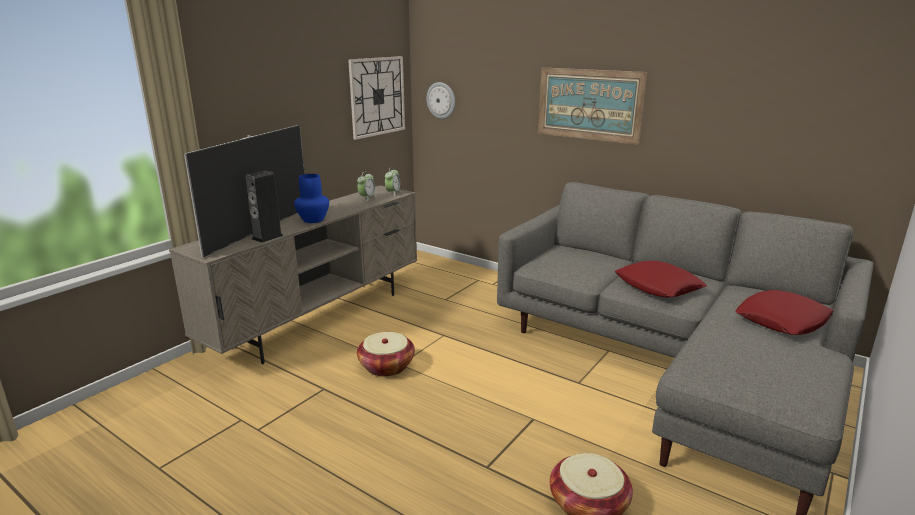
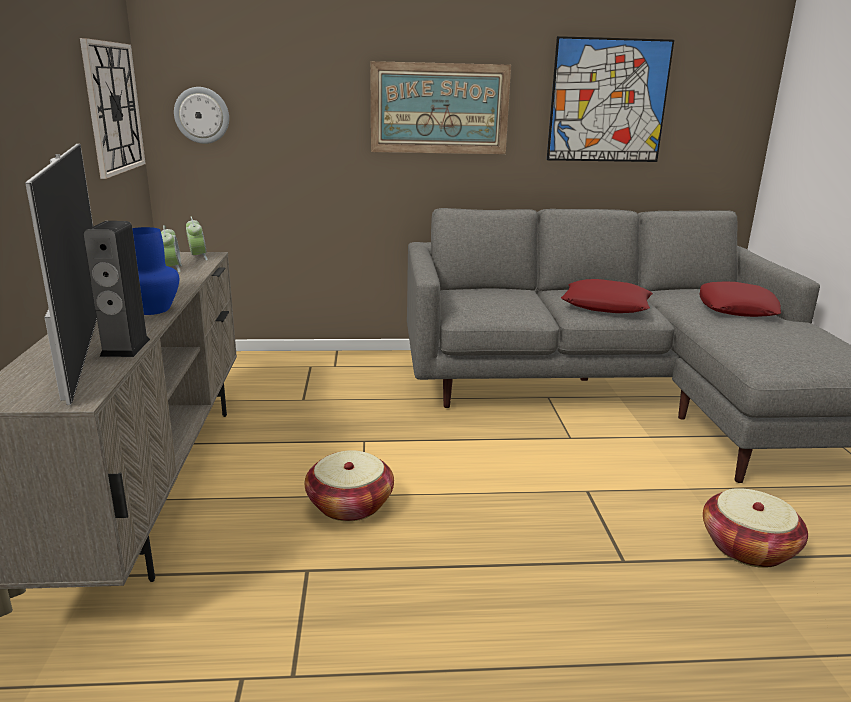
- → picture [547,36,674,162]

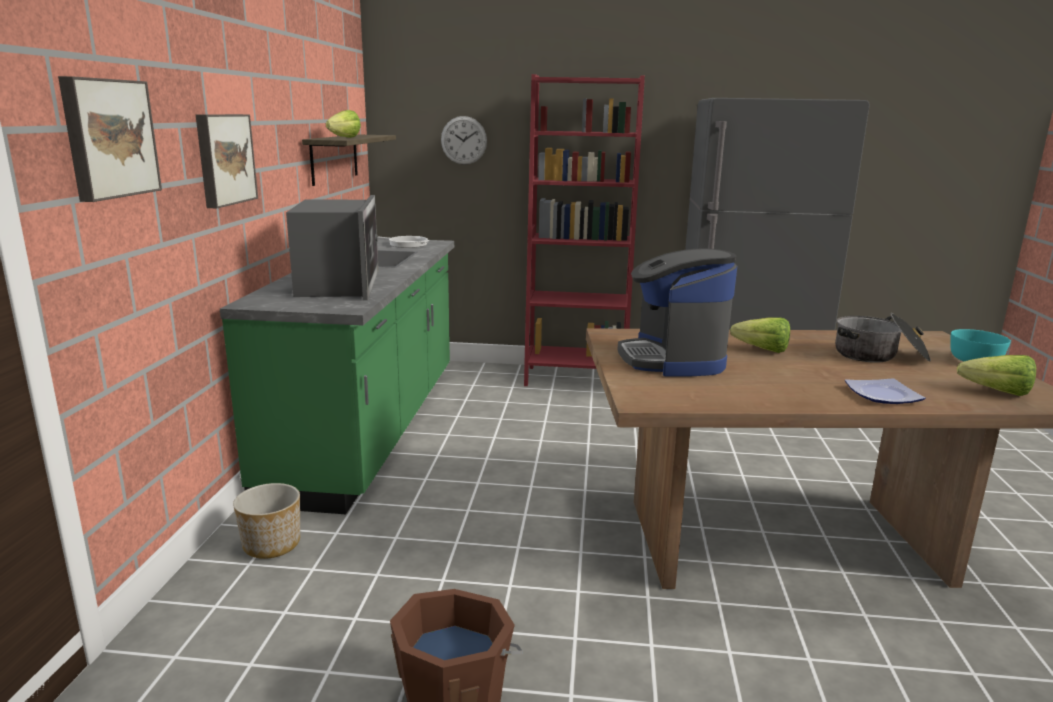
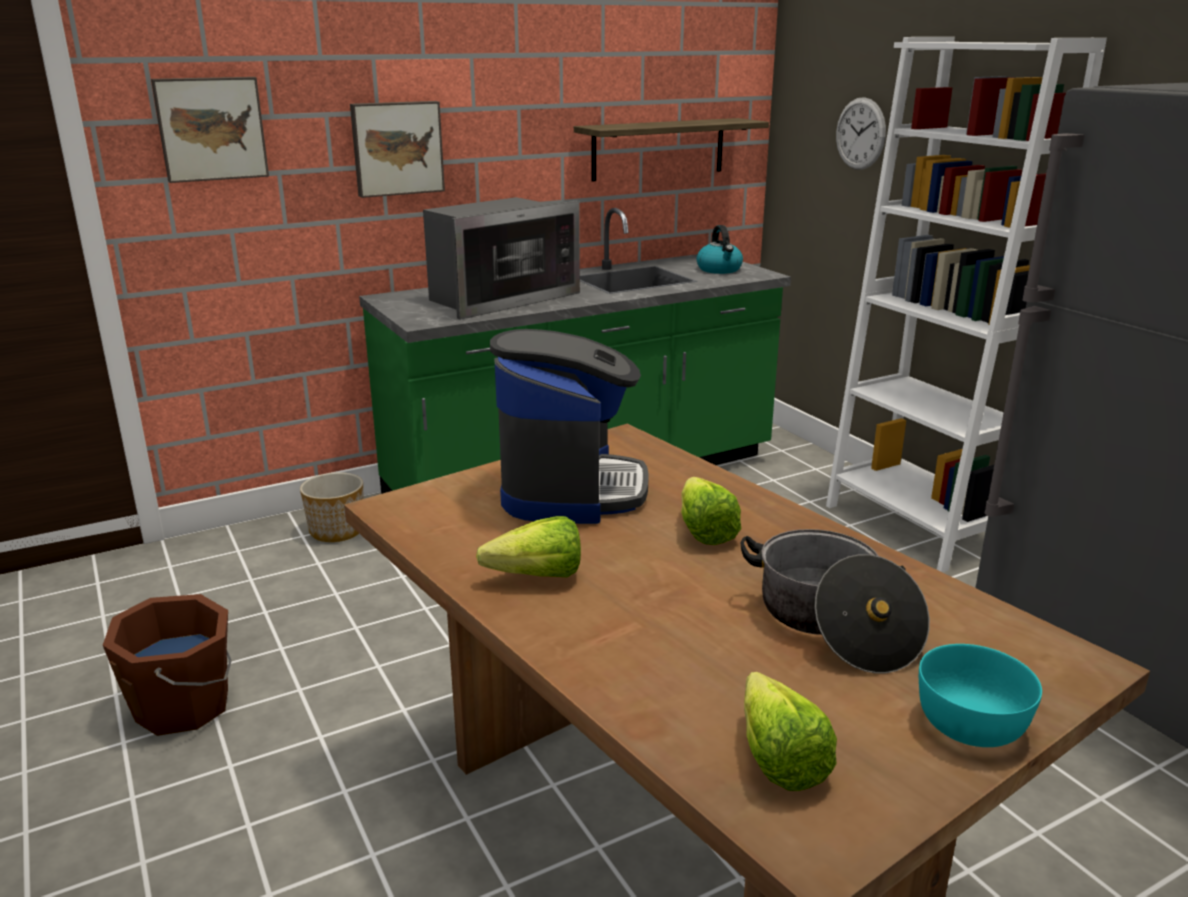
plate [845,378,926,404] → -
lettuce [326,110,361,138] → lettuce [476,516,581,577], move
pan [378,236,429,248] → water kettle [697,225,743,274]
shelving unit/reddish [524,74,645,386] → shelving unit/white-coloured [826,37,1107,572]
coffee maker [617,248,737,377] → coffee maker [490,329,648,524], 135 degrees clockwise

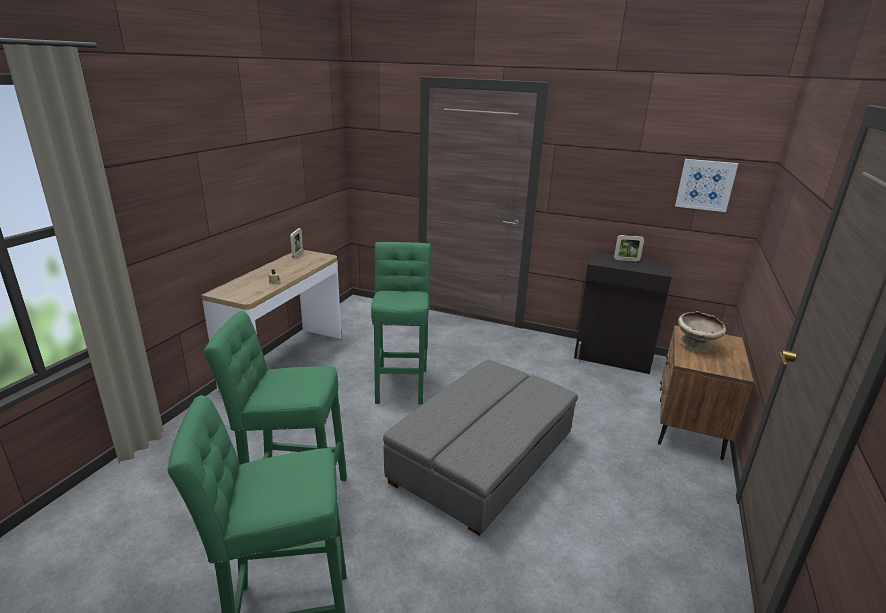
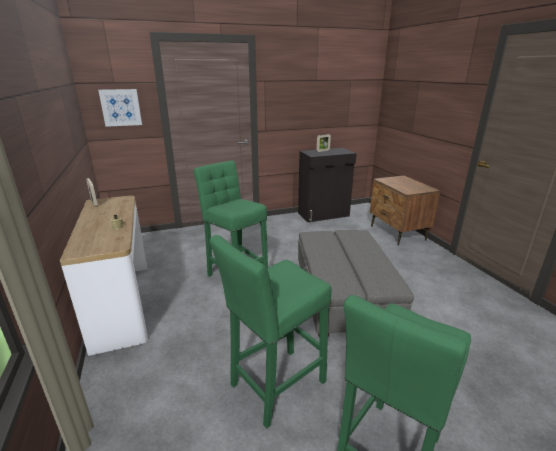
bowl/sand-coloured [678,311,726,353] → -
picture [675,159,738,212] → picture [98,89,142,127], move

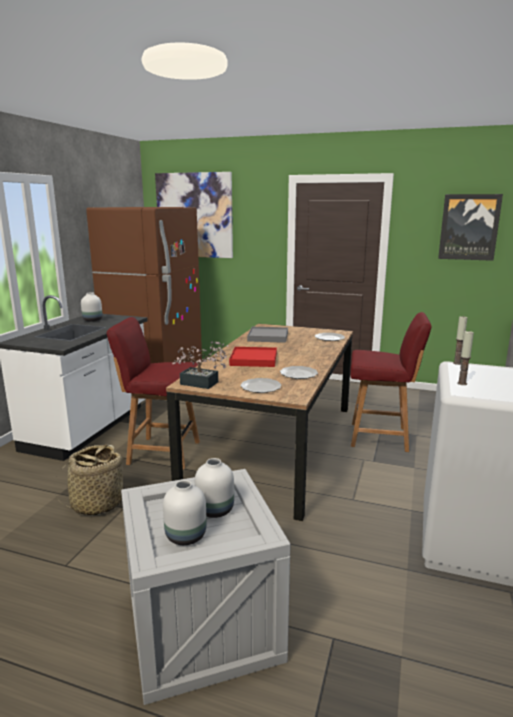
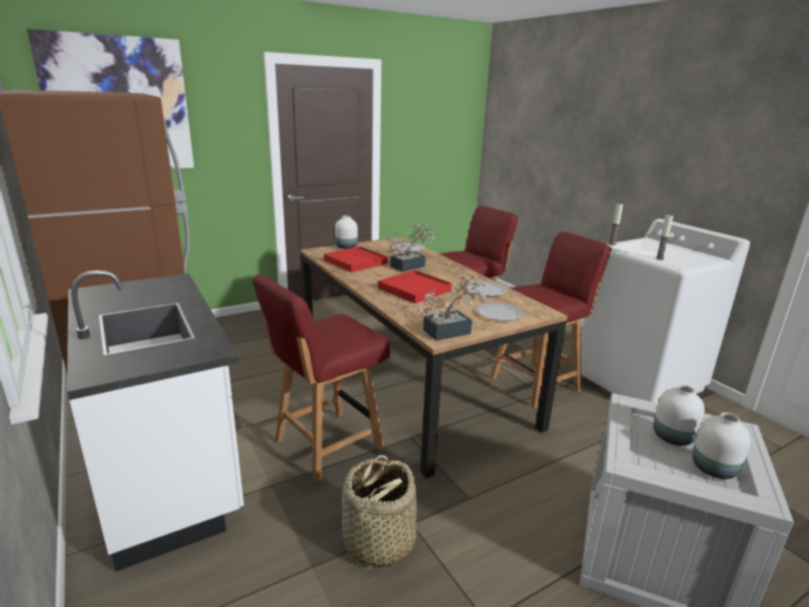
picture [438,194,503,261] → -
- → houseplant [388,223,435,272]
- → upright chair/reddish [490,232,611,408]
decorative vase/white-coloured [81,293,102,322] → decorative vase/white-coloured [335,216,358,249], move
tray/grey [247,327,288,343] → tray/reddish [324,246,388,272]

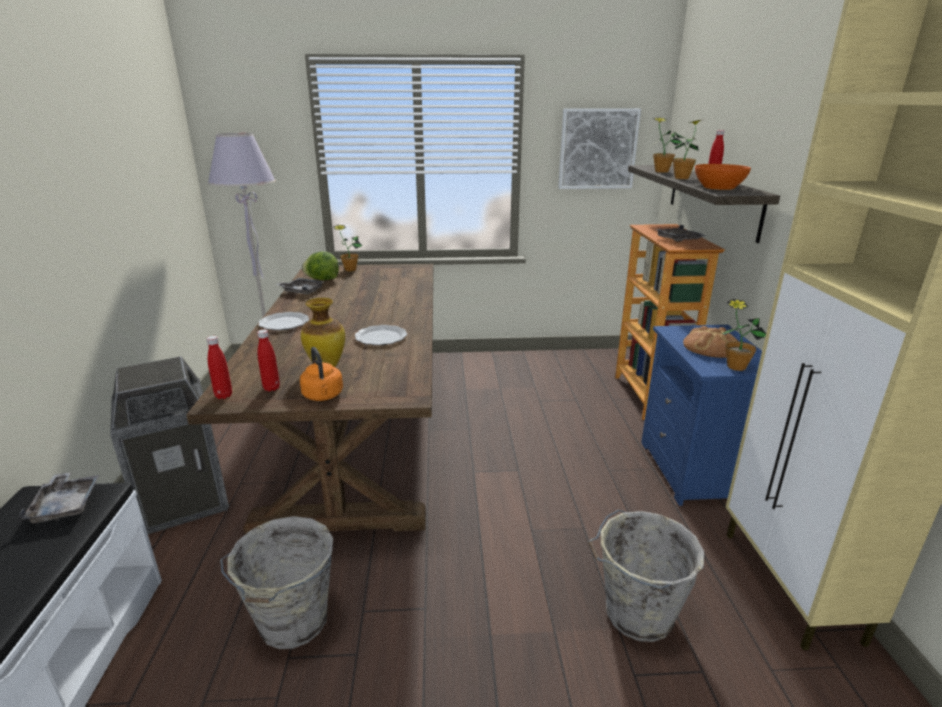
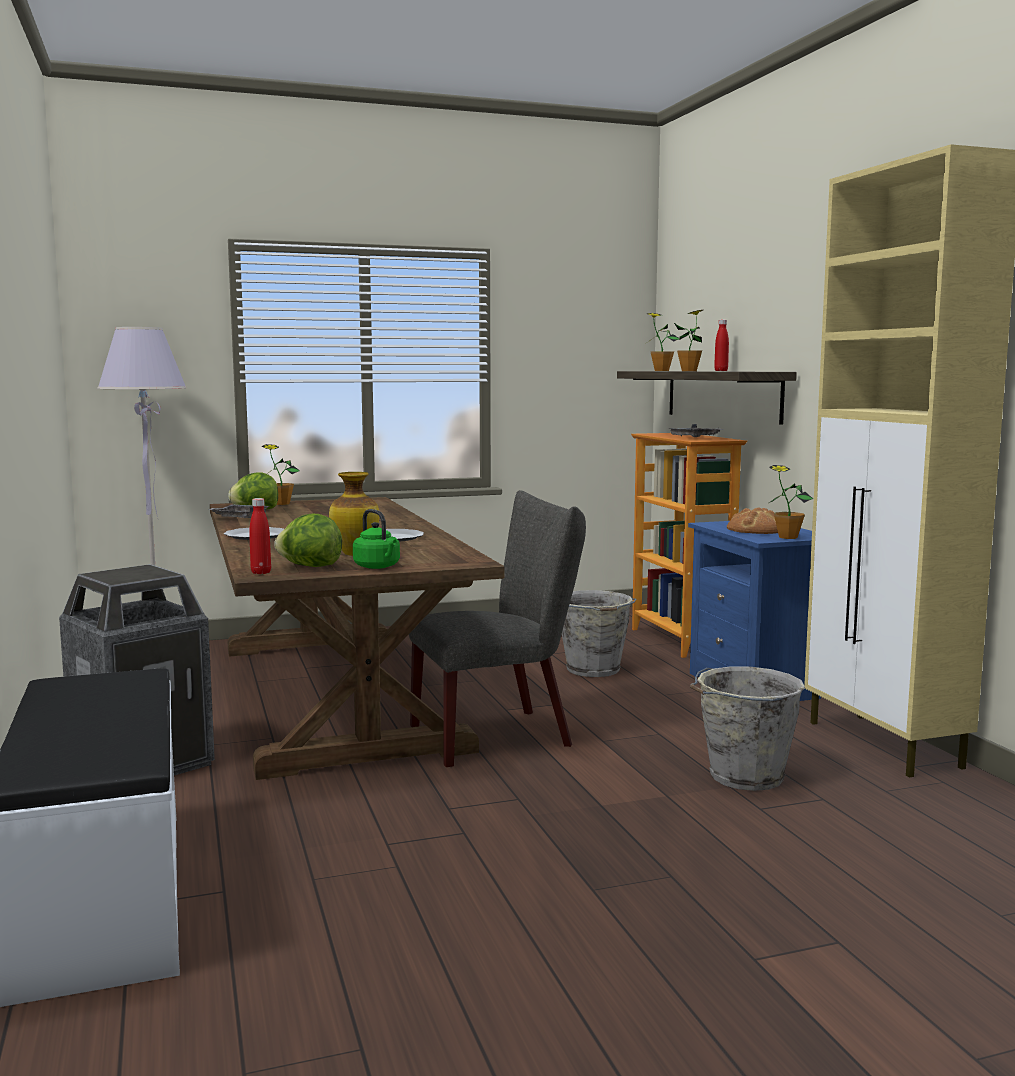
tray/grey [19,472,99,523] → -
picture [558,108,641,189] → -
bowl/orange-coloured [695,164,751,190] → -
- → upright chair/grey [409,490,586,767]
bucket/grey [220,516,333,649] → bucket/grey [562,590,637,677], move
beverage bottle/reddish [257,330,280,392] → lettuce [274,513,342,567]
water kettle/orange-coloured [300,347,343,401] → water kettle/greenish [353,509,400,569]

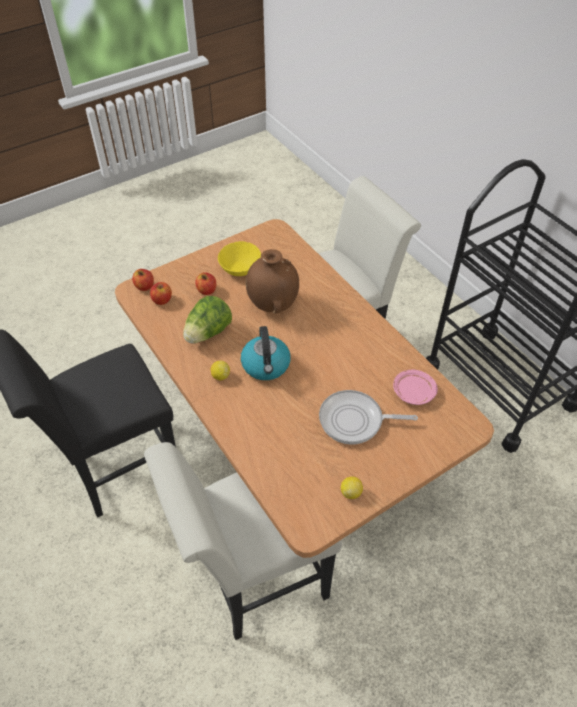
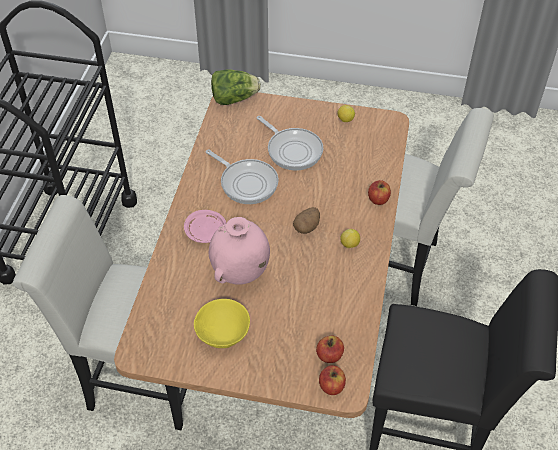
- → pan [206,149,278,204]
lettuce [183,296,232,343] → lettuce [211,69,261,105], move
apple [195,272,216,295] → apple [368,180,391,205], move
plate/pink-coloured [393,370,438,405] → plate/pink-coloured [184,210,226,243], move
water kettle [241,326,291,380] → whole potato [293,207,320,234]
decorative vase/brown [246,249,299,313] → decorative vase/pink-coloured [209,217,270,285]

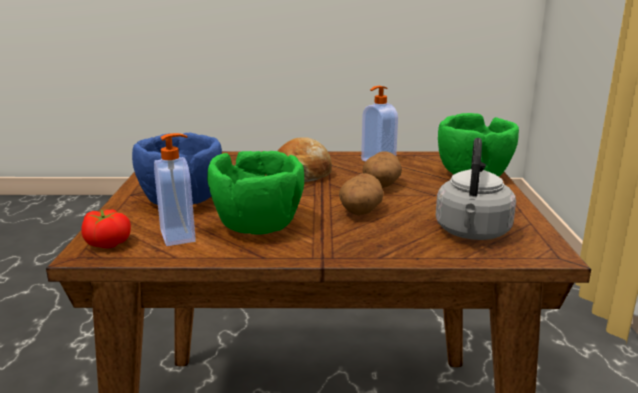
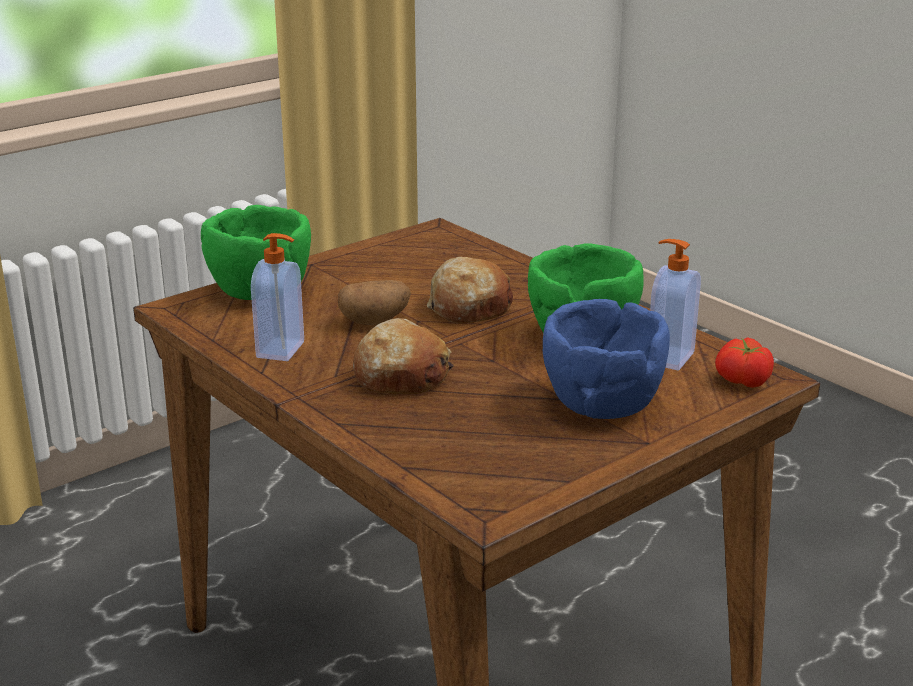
water kettle/grey [436,138,516,240] → -
whole potato [339,173,384,216] → bread [427,257,513,323]

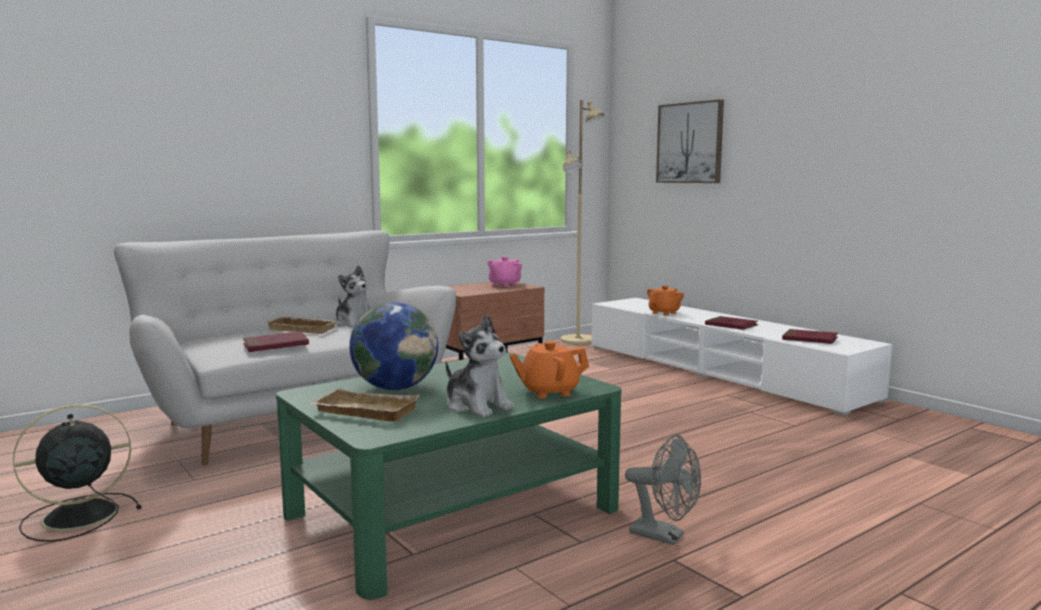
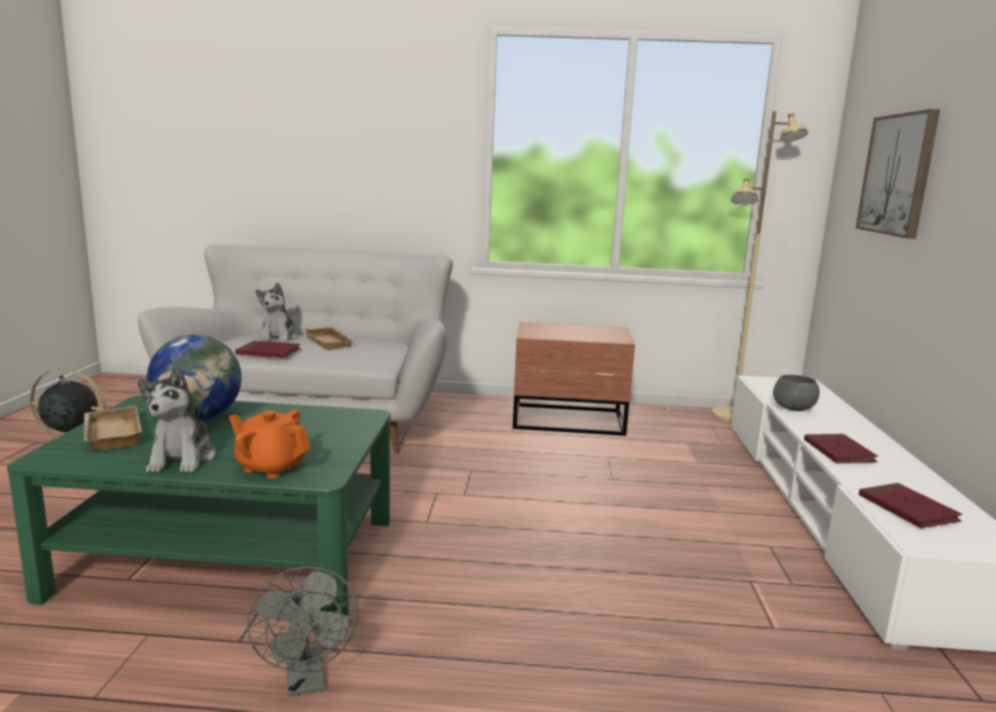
pot for tea/pink-coloured [488,256,522,287] → -
plush toy [335,265,370,328] → plush toy [256,283,297,343], move
pot for tea/orange-coloured [647,285,684,316] → bowl/grey [773,375,820,411]

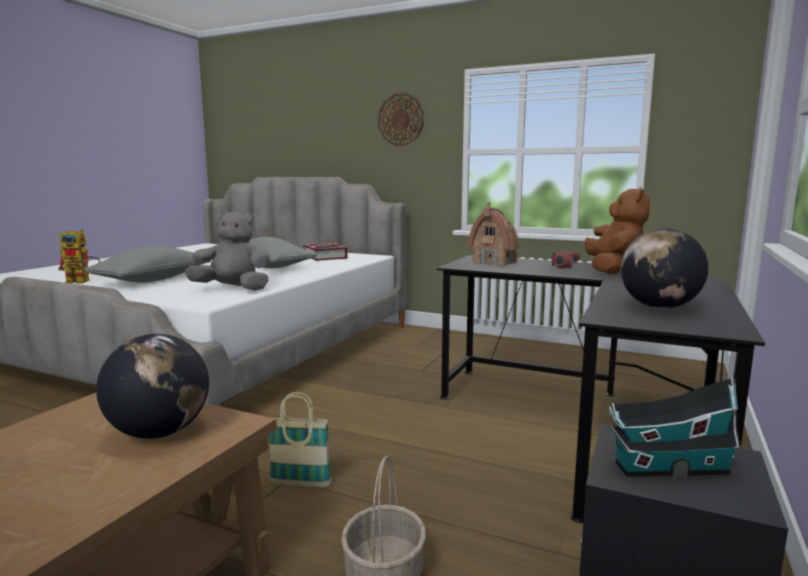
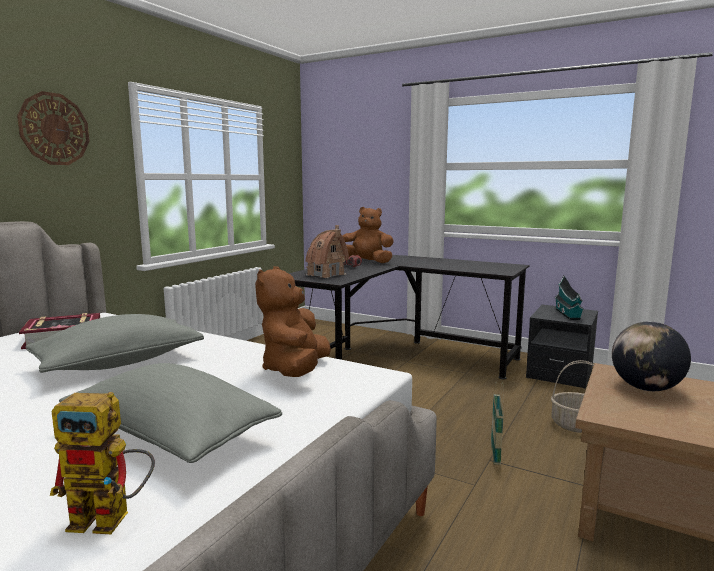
world globe [621,228,709,309] → -
plush toy/grey [185,210,270,291] → plush toy/brown [255,266,331,377]
model robot [58,229,100,283] → model robot [50,392,155,534], 90 degrees clockwise

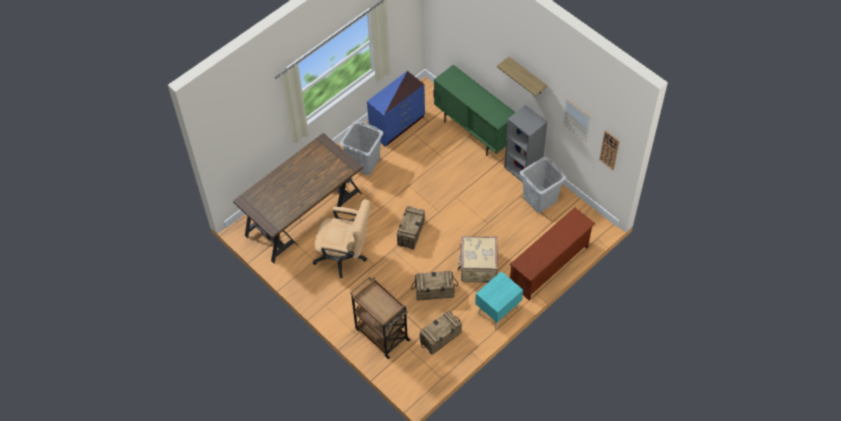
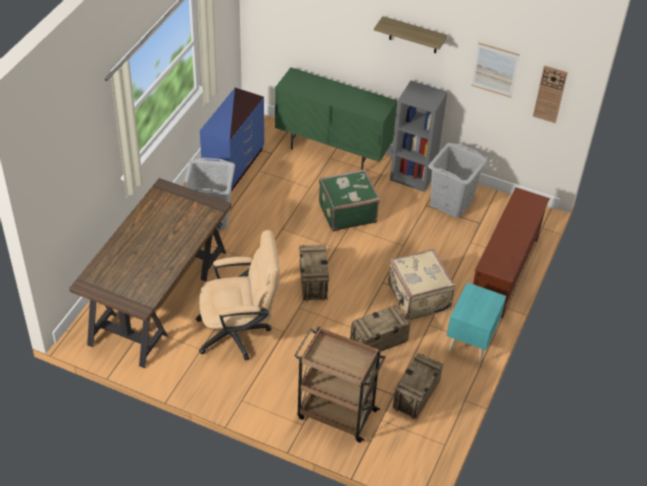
- → travel case/greenish [319,169,380,232]

